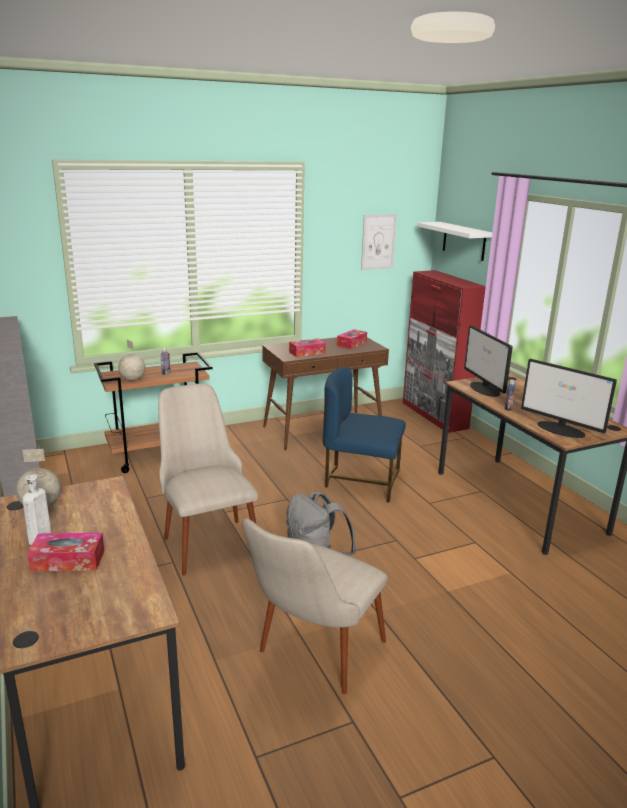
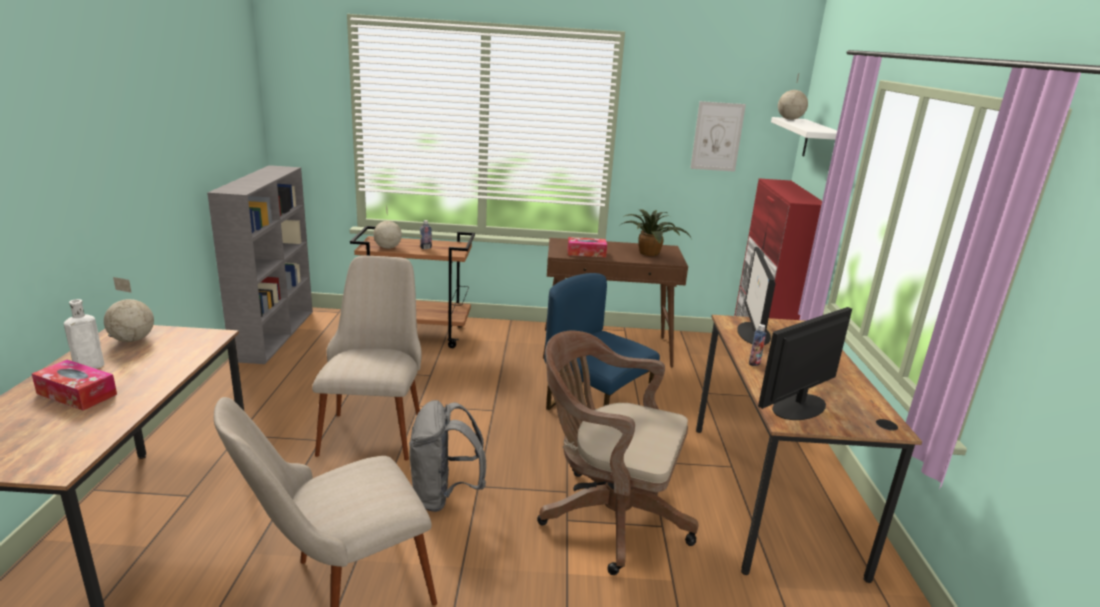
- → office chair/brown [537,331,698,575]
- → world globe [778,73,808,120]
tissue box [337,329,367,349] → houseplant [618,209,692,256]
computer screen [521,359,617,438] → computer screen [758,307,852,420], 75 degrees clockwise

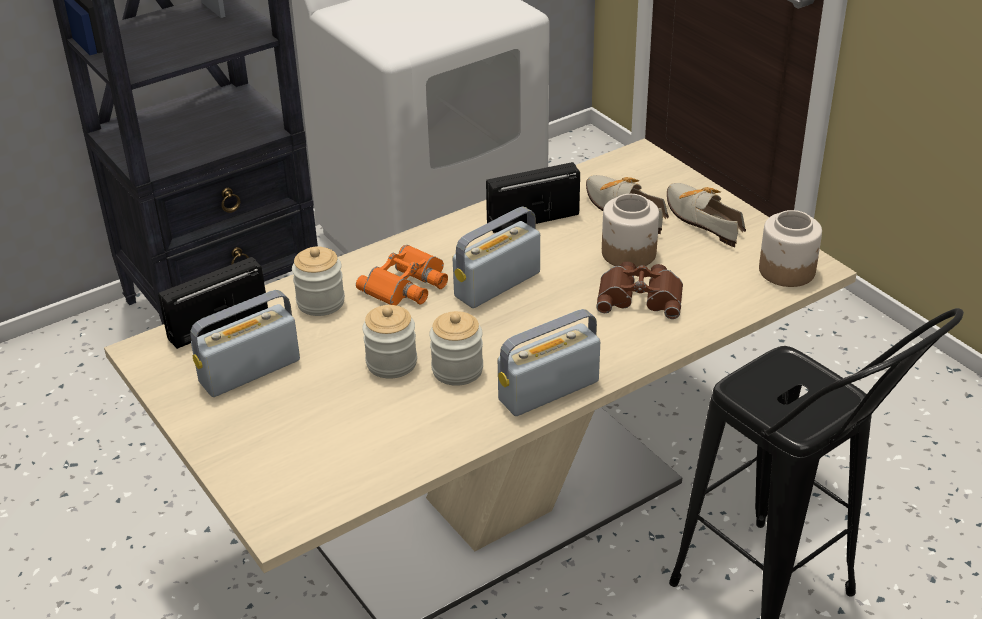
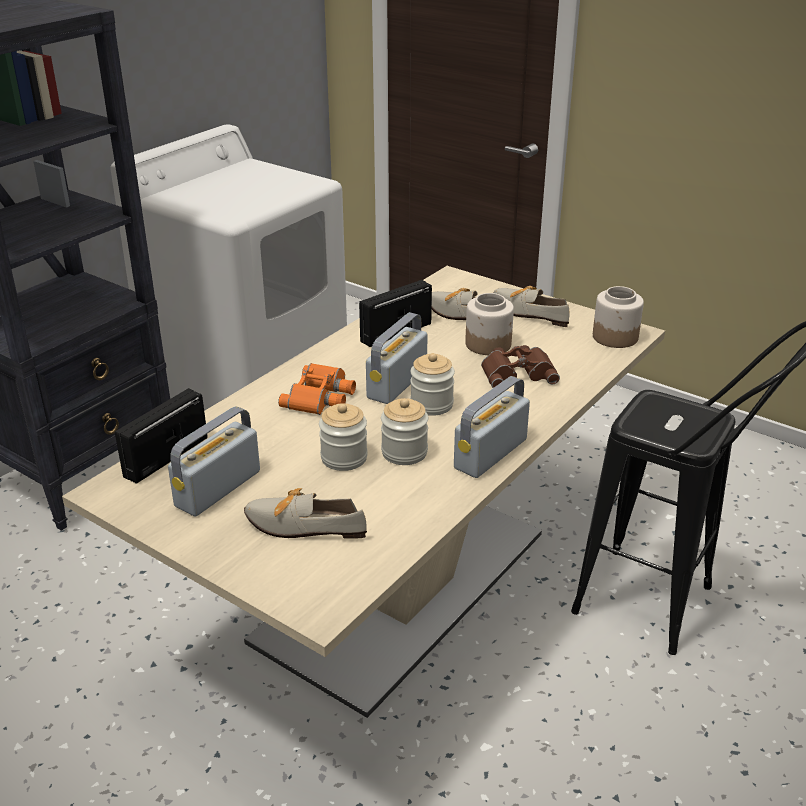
- → low shoe [244,488,367,539]
storage jar [292,246,345,316] → storage jar [410,353,455,416], move

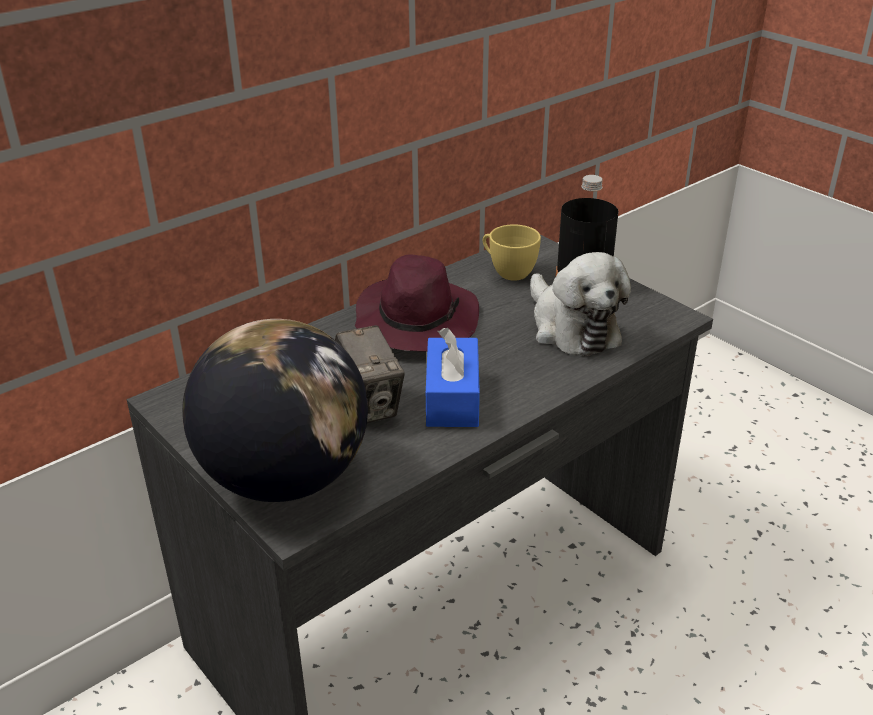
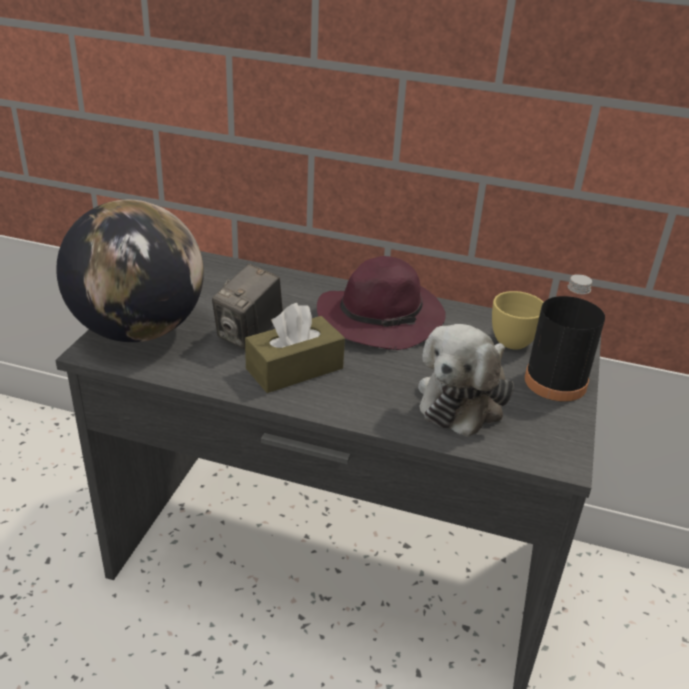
tissue box/blue-coloured [426,328,480,427] → tissue box/brown [245,303,345,393]

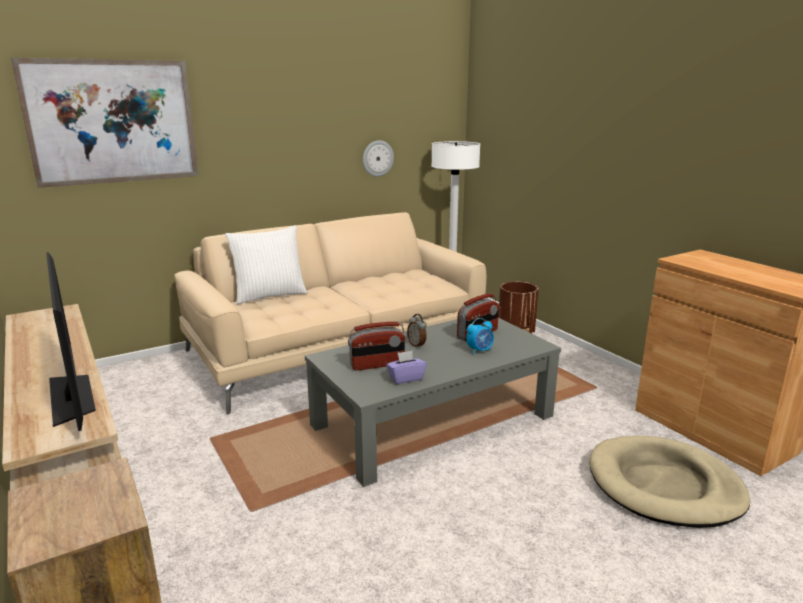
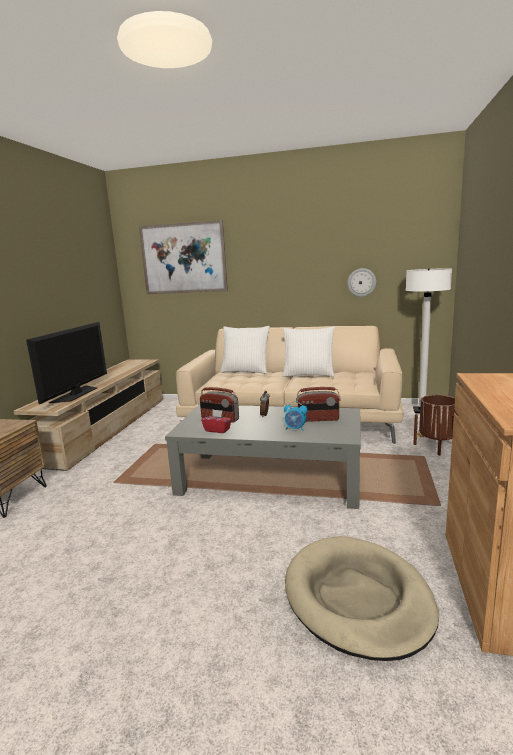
- → cushion/white-coloured [282,326,335,377]
tissue box/purple-coloured [386,351,427,384] → tissue box/reddish [201,410,232,433]

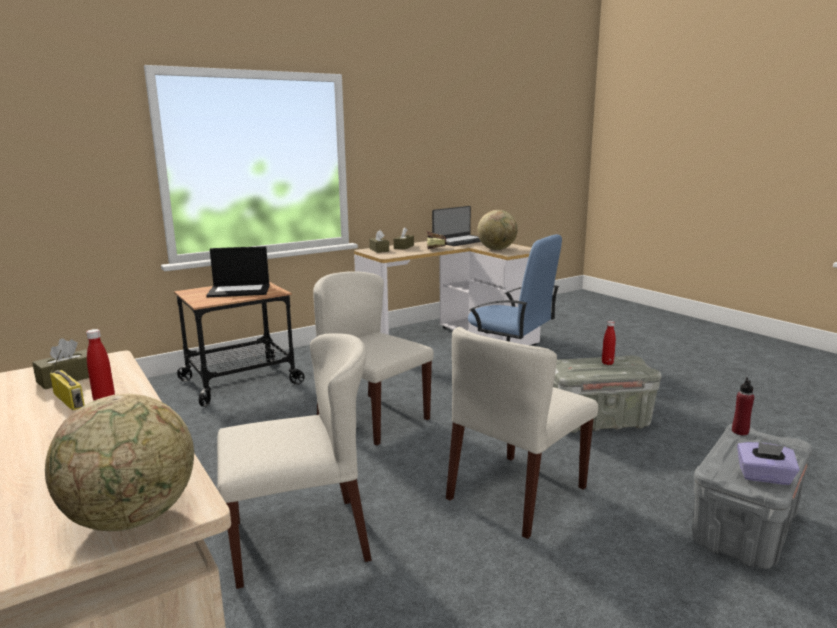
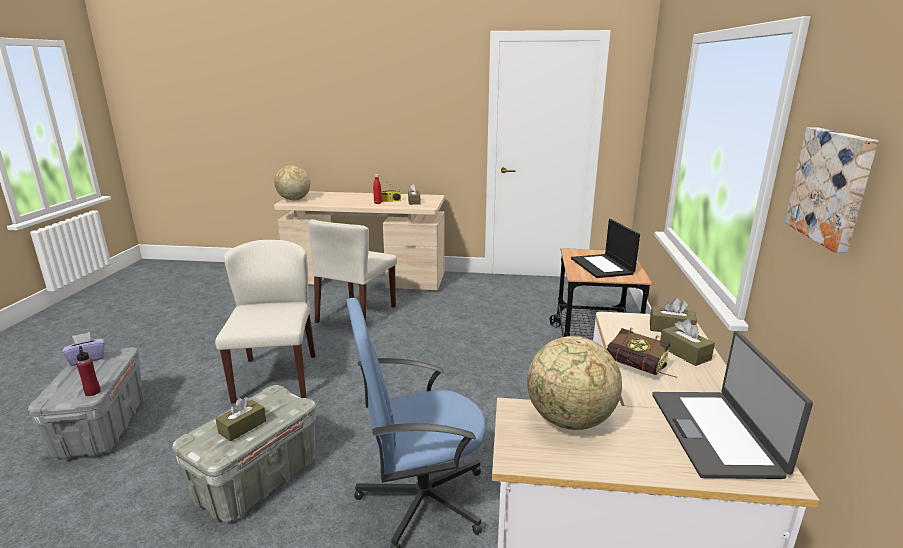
upright chair/sand-coloured [313,271,434,445] → -
- → picture [784,127,878,253]
beverage bottle/reddish [602,321,616,365] → tissue box/brown [216,397,266,442]
laptop [206,246,270,297] → laptop [571,219,640,278], 45 degrees counterclockwise

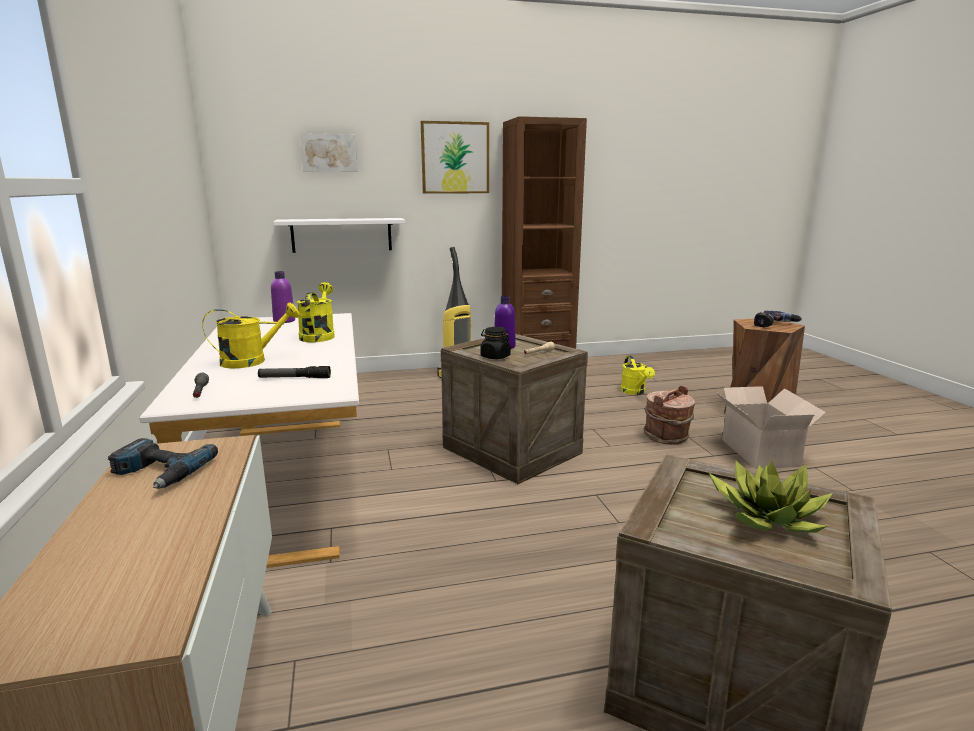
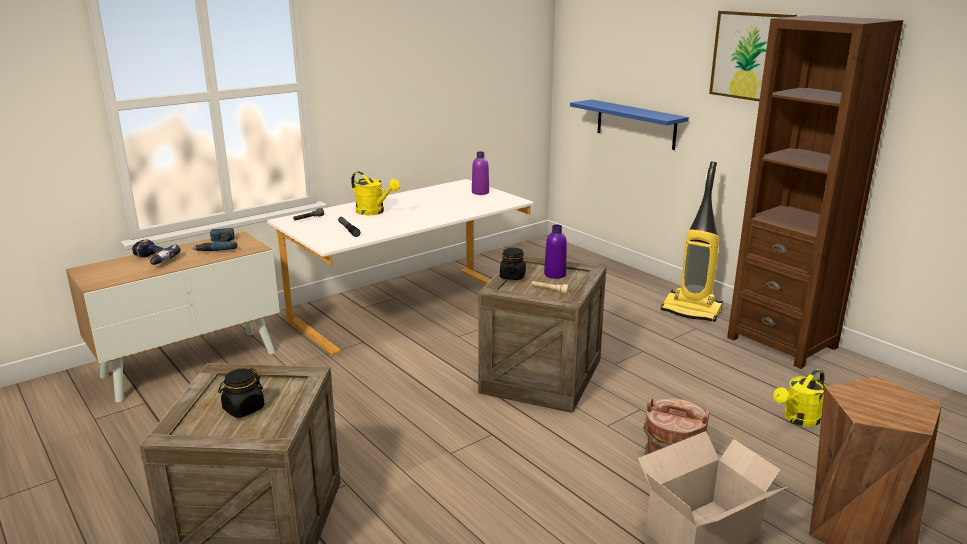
sprinkling can/yellow-coloured [297,282,335,342] → -
picture [300,133,358,172] → -
drill [754,310,802,328] → drill [132,240,181,265], move
houseplant [709,460,833,533] → storage jar/black [218,368,265,418]
shelf/white-coloured [273,218,405,253] → shelf/blue-coloured [570,99,689,150]

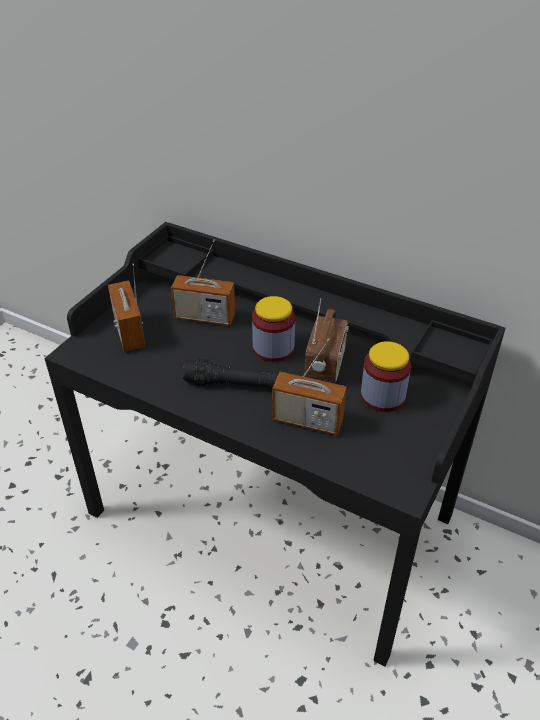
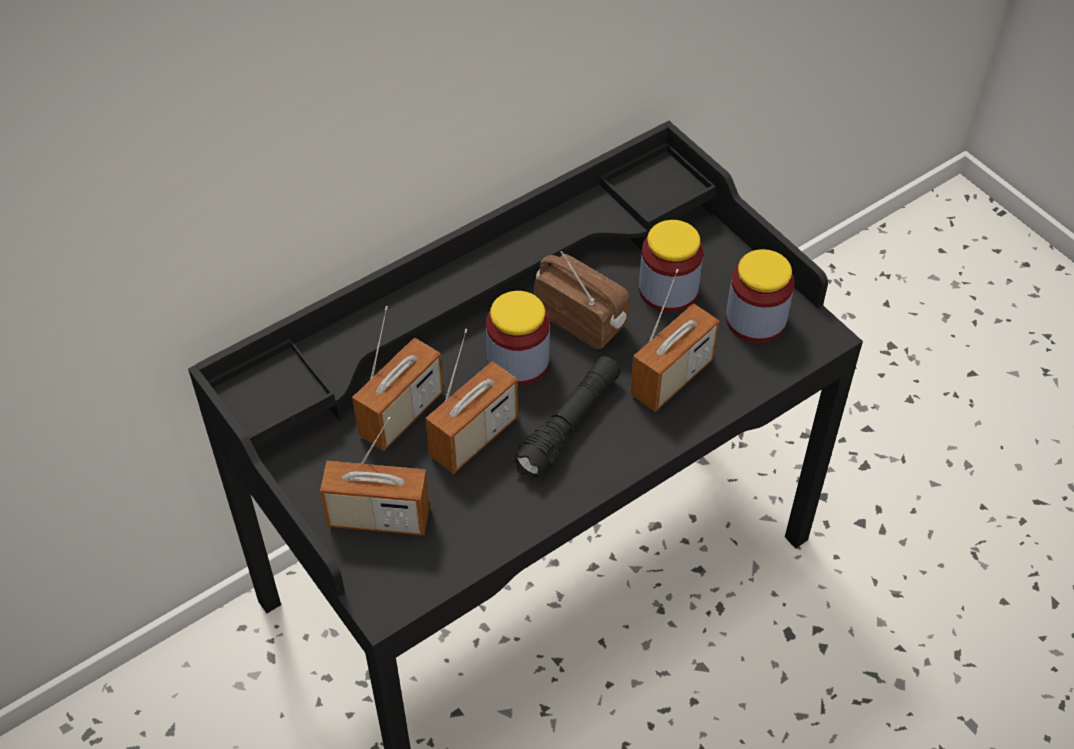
- → radio receiver [426,329,518,474]
- → storage jar [726,249,795,343]

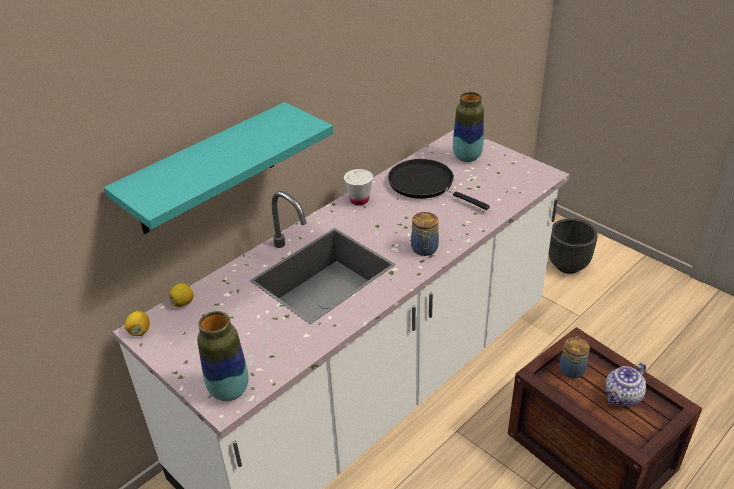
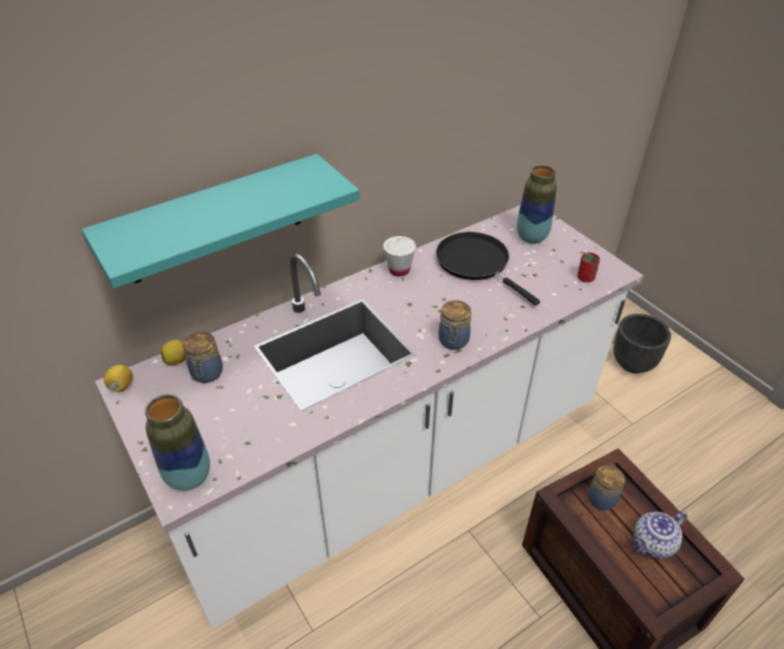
- → storage jar [183,332,223,383]
- → drinking cup/reddish [577,252,600,282]

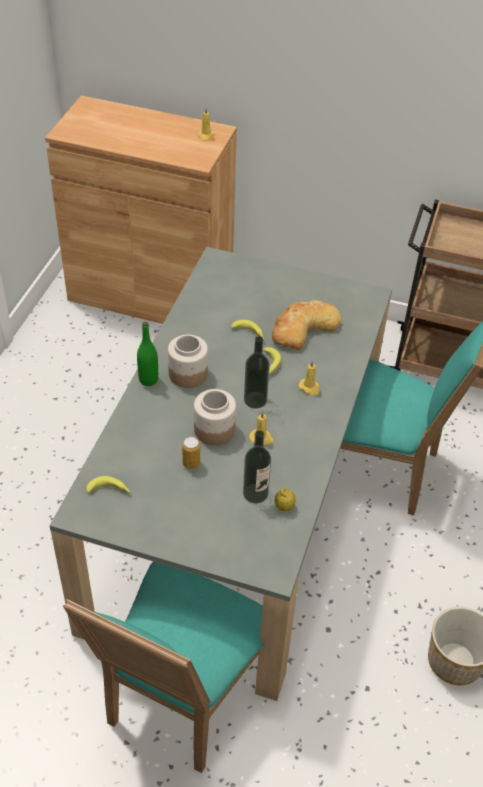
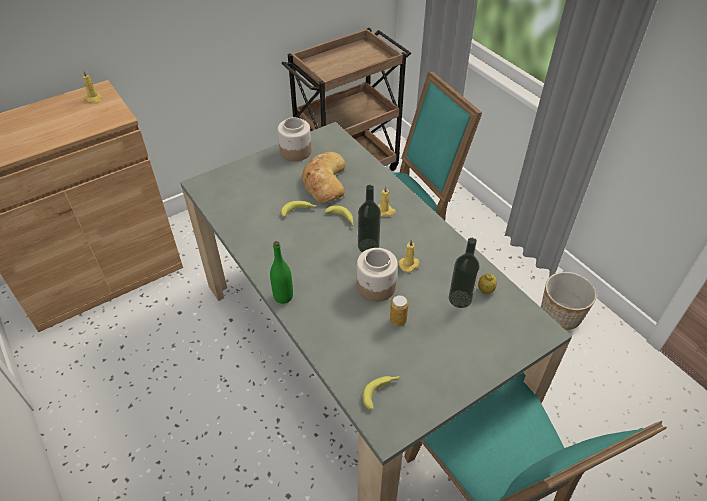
storage jar [168,334,208,388] → storage jar [278,117,311,161], move

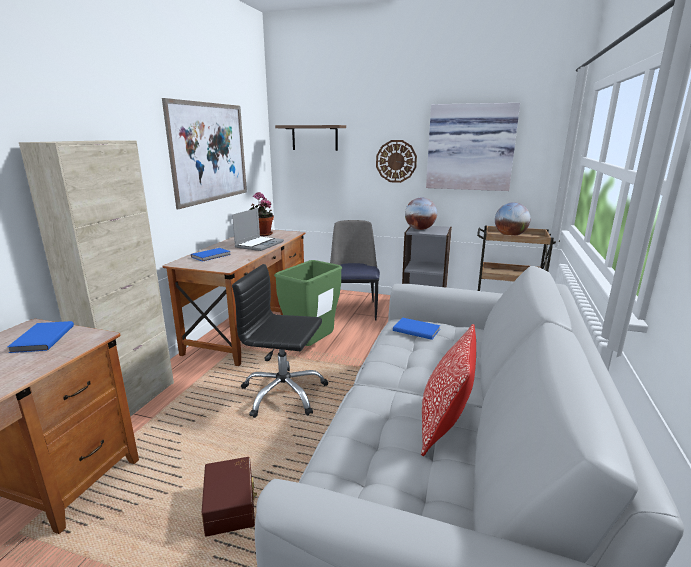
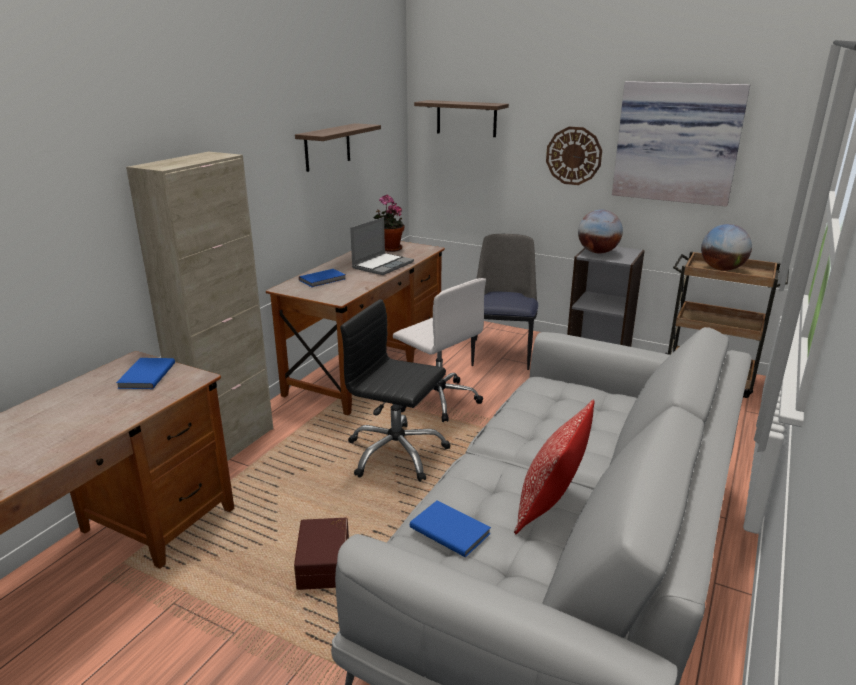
book/blue-coloured [393,318,440,340] → book/blue-coloured [410,501,491,557], move
picture [162,98,247,209] → shelf [295,123,381,172]
rubbish bin/greenish [274,260,342,346] → office chair/white-coloured [393,278,486,422]

